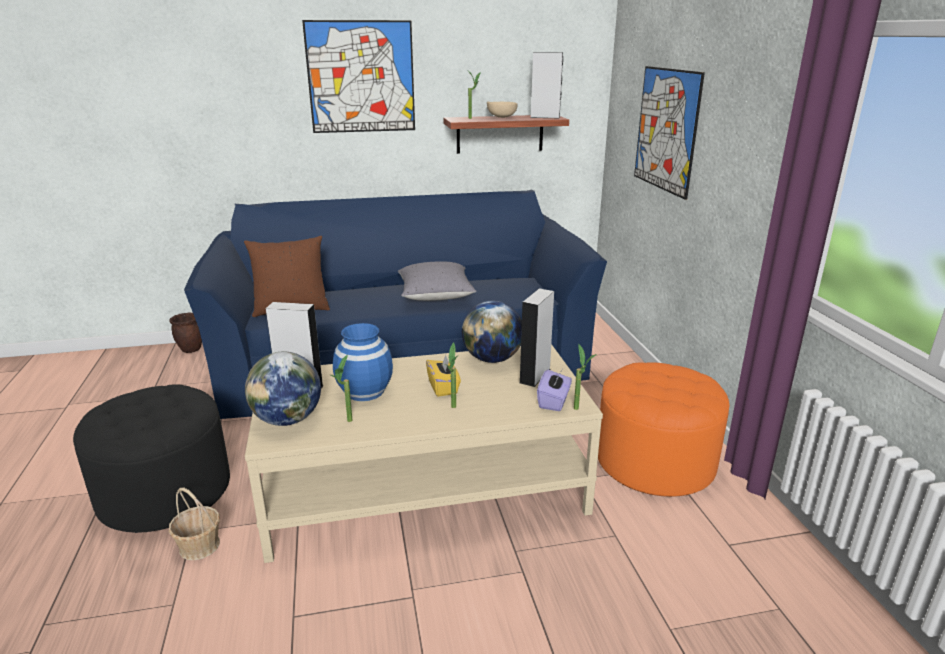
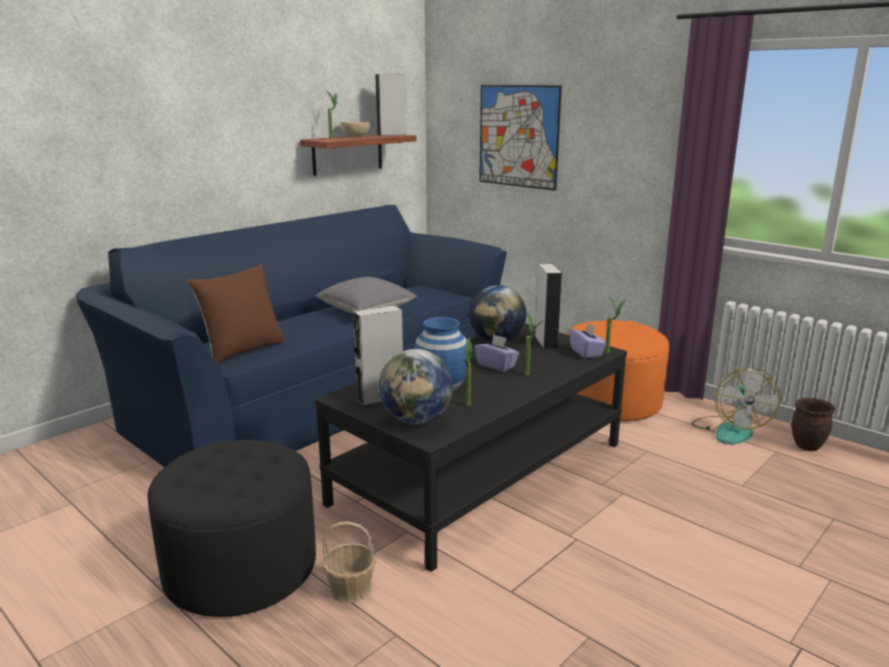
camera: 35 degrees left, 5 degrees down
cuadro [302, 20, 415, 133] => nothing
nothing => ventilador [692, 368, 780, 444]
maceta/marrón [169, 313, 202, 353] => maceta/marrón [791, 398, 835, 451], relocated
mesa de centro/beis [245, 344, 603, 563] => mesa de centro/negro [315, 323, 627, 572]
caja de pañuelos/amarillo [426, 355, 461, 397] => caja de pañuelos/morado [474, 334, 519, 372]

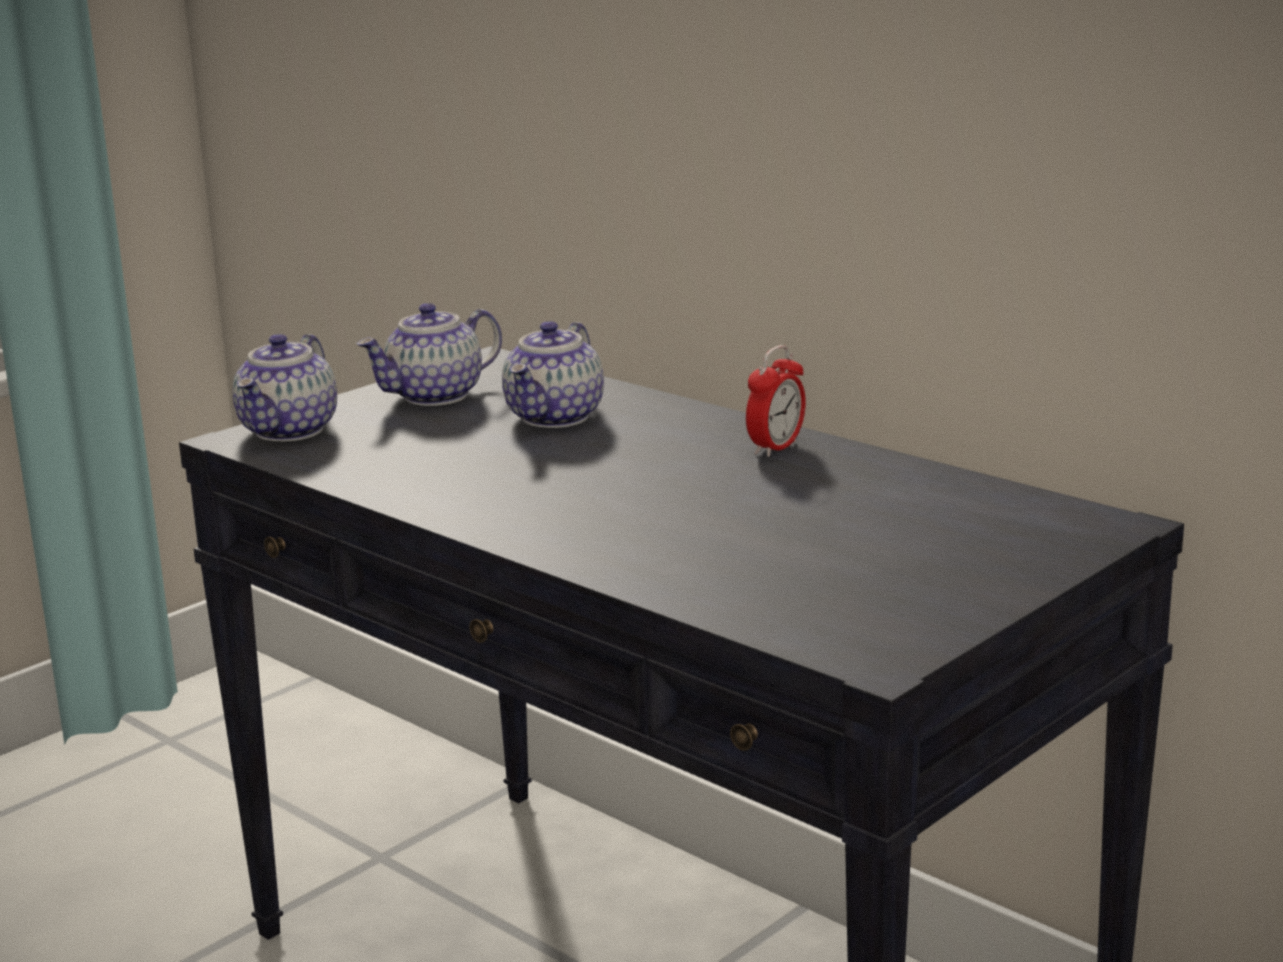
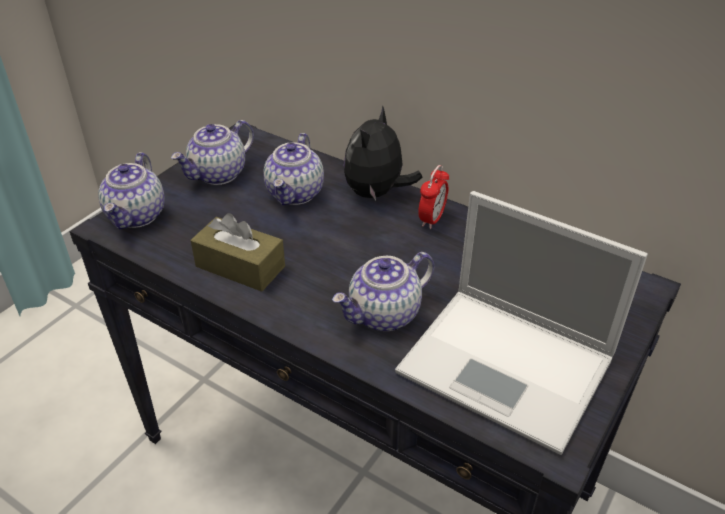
camera: 10 degrees left, 20 degrees up
nothing => caja de pañuelos/marrón [191, 213, 285, 292]
nothing => tetera [332, 252, 434, 331]
nothing => peluche [344, 105, 423, 200]
nothing => portátil [395, 191, 648, 455]

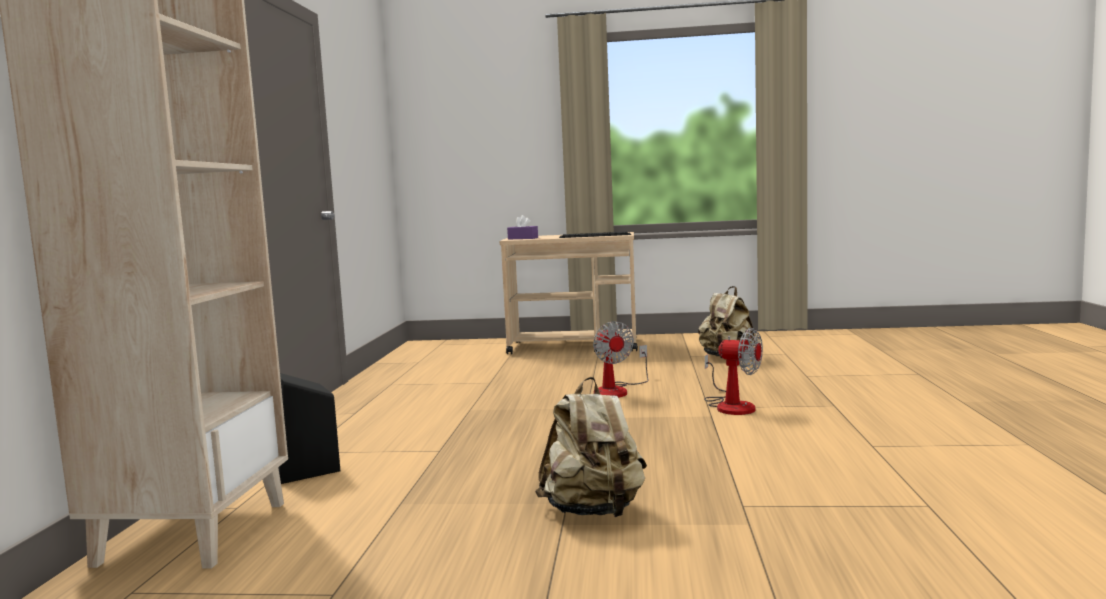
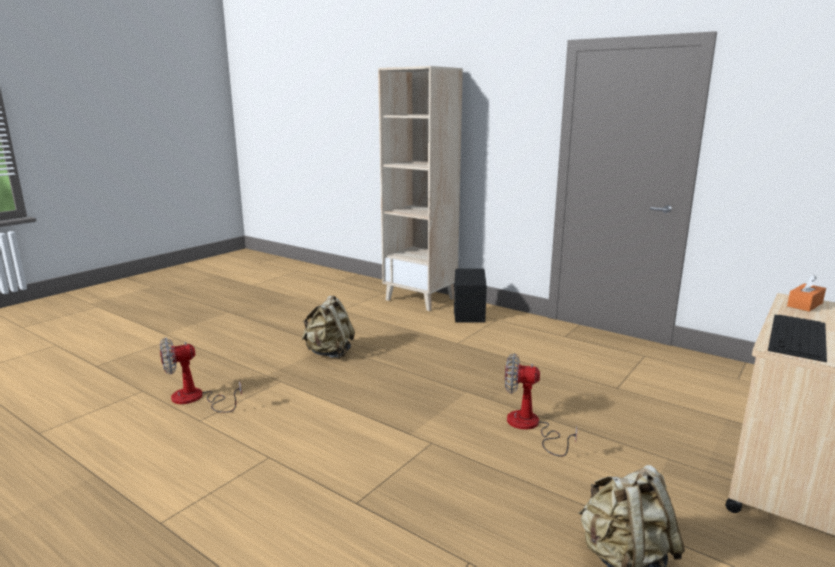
camera: 120 degrees right, 10 degrees up
ventilador [704, 328, 763, 415] => ventilador [160, 337, 242, 413], relocated
caja de pañuelos/morado [507, 215, 538, 240] => caja de pañuelos/naranja [787, 274, 826, 312]

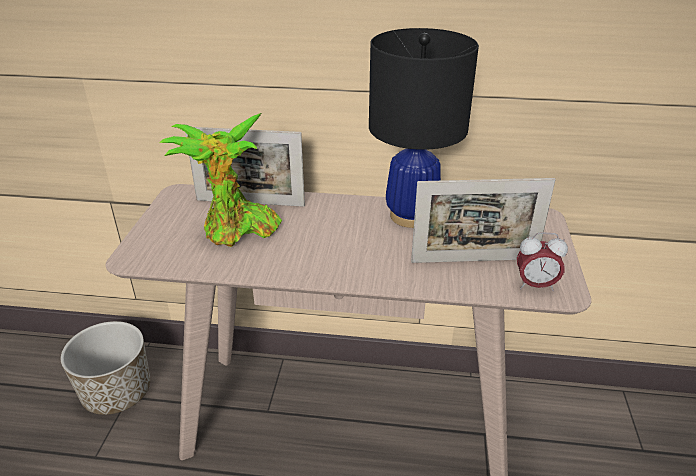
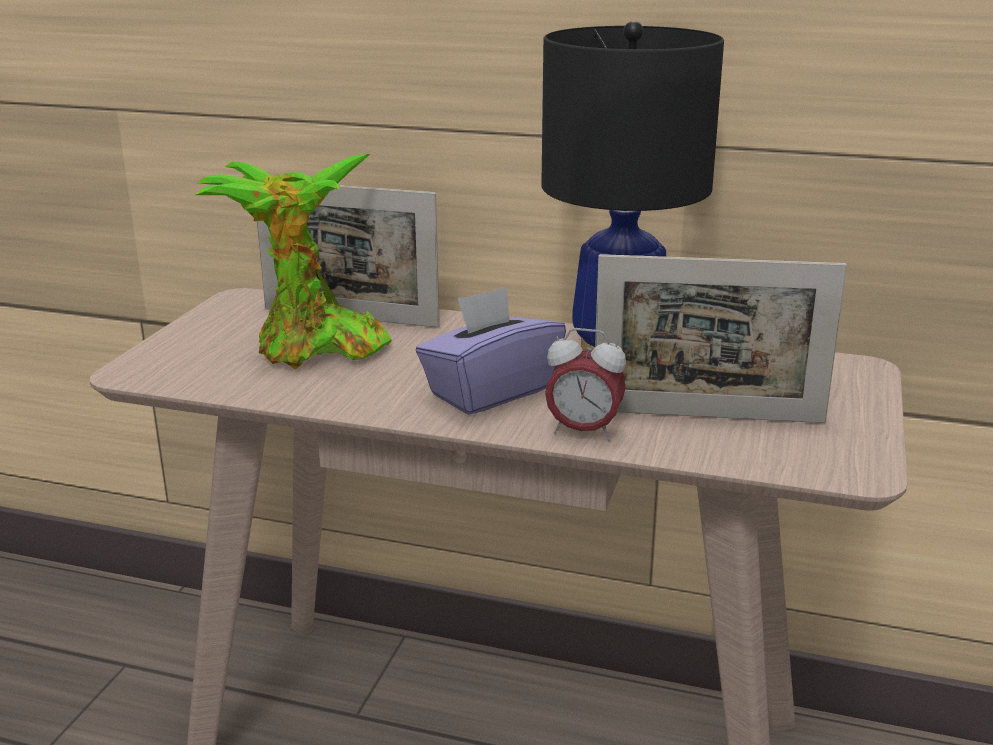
camera: 10 degrees right, 10 degrees down
maceta [61, 321, 150, 415] => nothing
nothing => caja de pañuelos/morado [416, 286, 566, 415]
despertador [517, 232, 568, 291] => despertador [545, 328, 626, 441], relocated

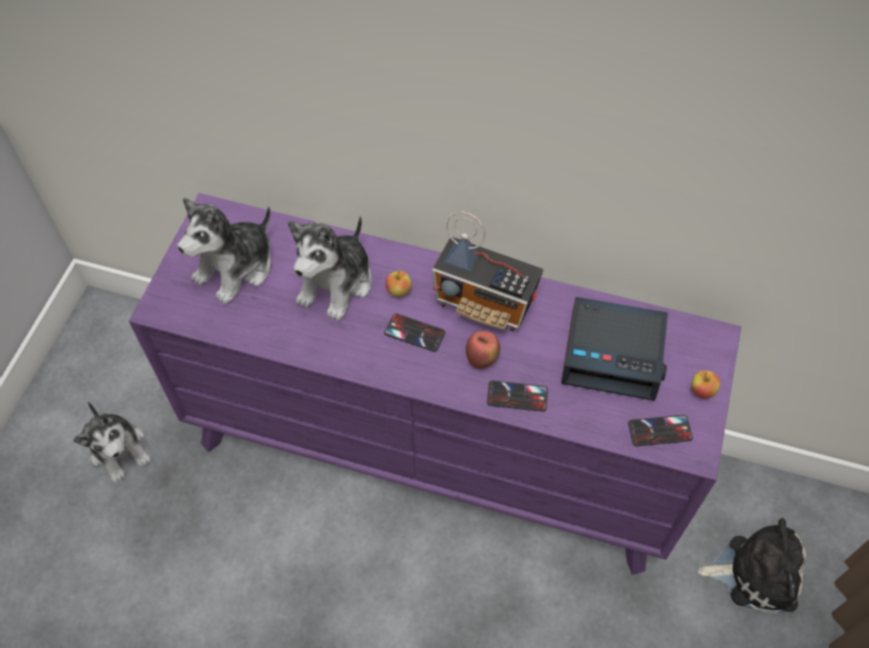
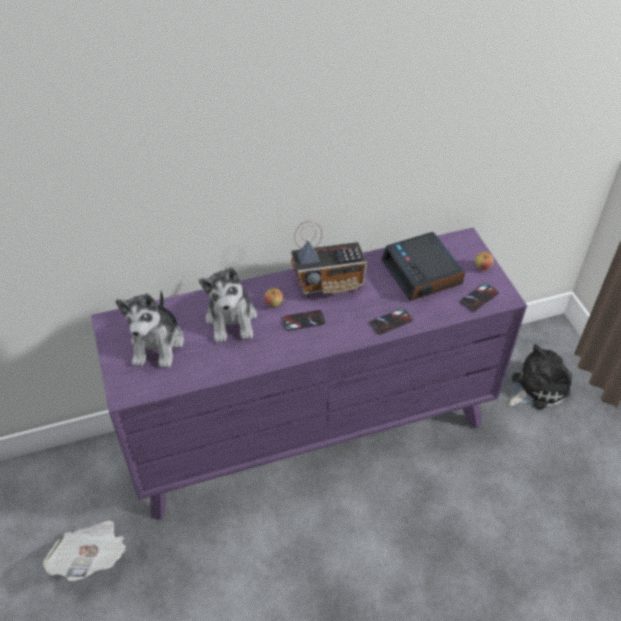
camera: 35 degrees left, 10 degrees down
manzana [466, 331, 500, 369] => nothing
peluche [73, 401, 151, 484] => periódico [43, 520, 127, 581]
despertador [561, 297, 668, 401] => despertador [381, 232, 465, 301], 90 degrees clockwise

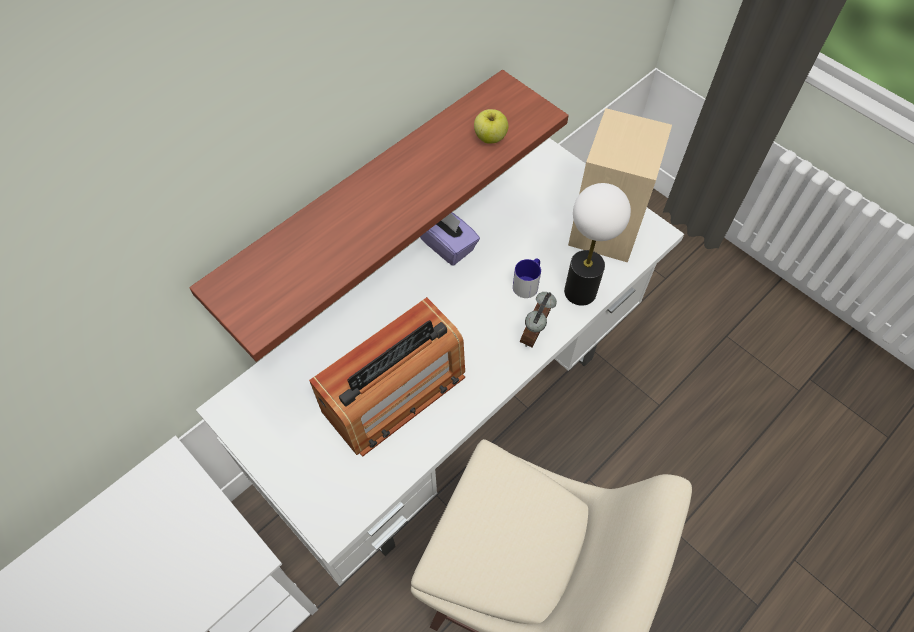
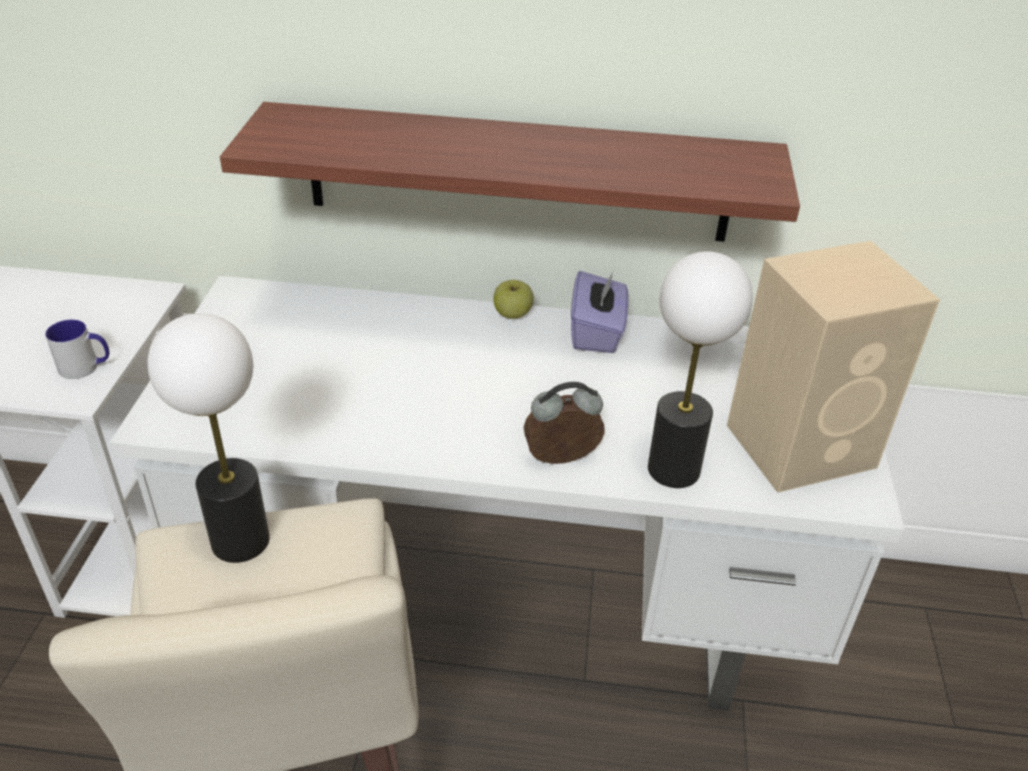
camera: 50 degrees right, 20 degrees down
radio [309, 297, 465, 457] => nothing
nothing => lámpara de mesa [148, 313, 270, 563]
manzana [474, 109, 508, 143] => manzana [493, 280, 534, 319], relocated
taza grande [513, 258, 541, 298] => taza grande [45, 320, 109, 379], relocated

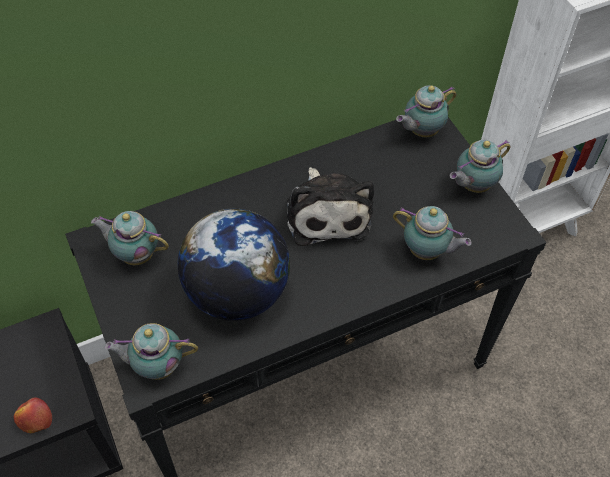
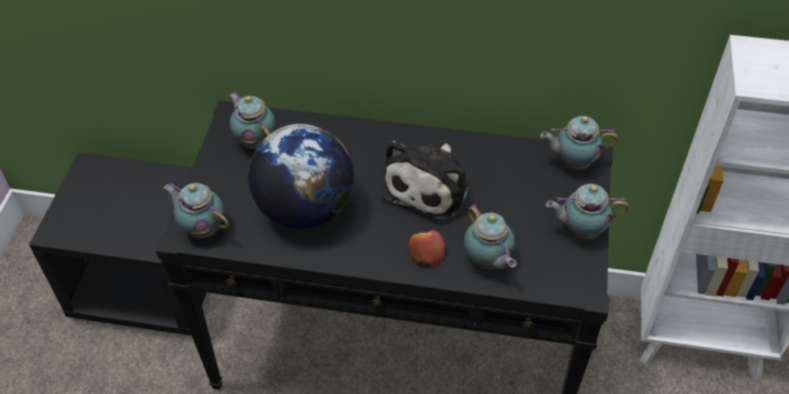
camera: 35 degrees right, 5 degrees down
manzana [14, 398, 52, 433] => manzana [408, 230, 445, 266], relocated

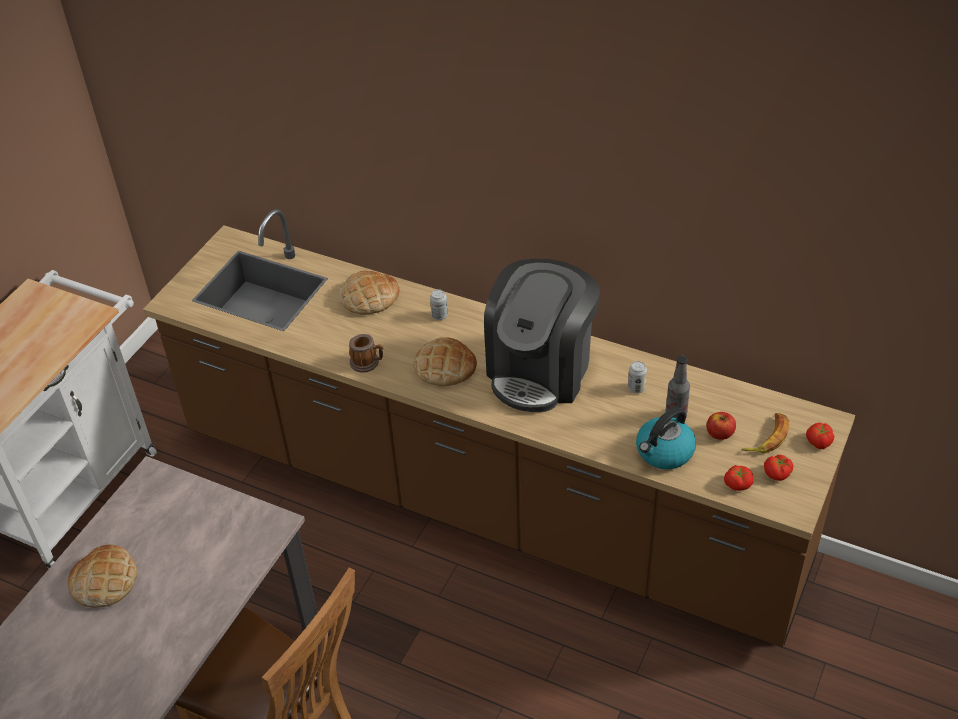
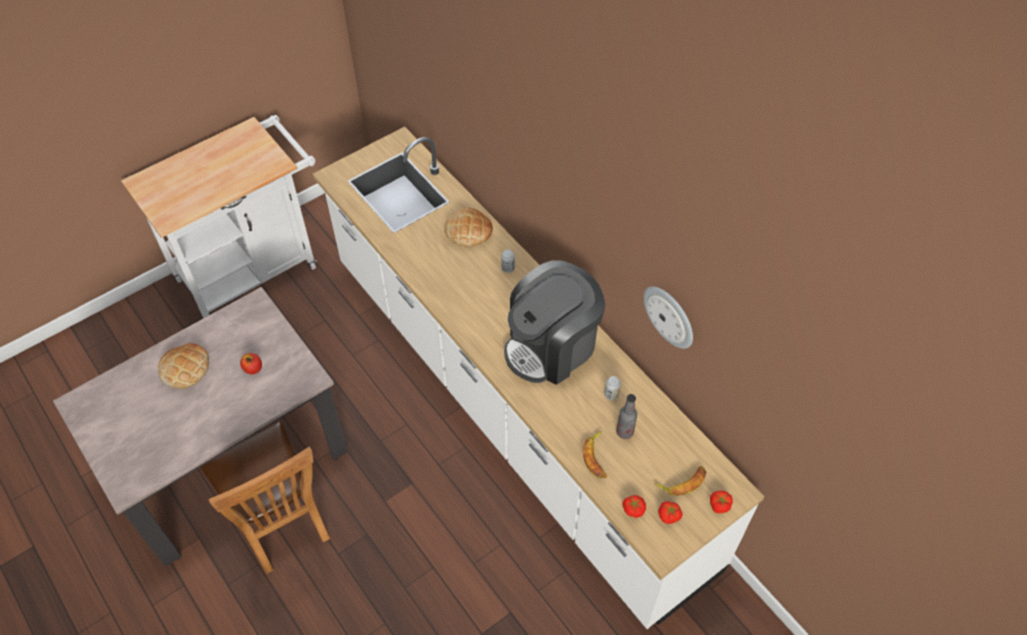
camera: 25 degrees right, 10 degrees up
taza grande [349, 334, 384, 373] => nothing
pan [413, 337, 477, 386] => nothing
nothing => reloj de pared [643, 286, 693, 349]
manzana [707, 412, 736, 440] => manzana [240, 353, 262, 374], relocated
hervidor [636, 407, 696, 469] => plátano [583, 430, 607, 478]
mueble bajo de cocina/marrón [143, 209, 855, 647] => mueble bajo de cocina/blanco [313, 126, 765, 629]

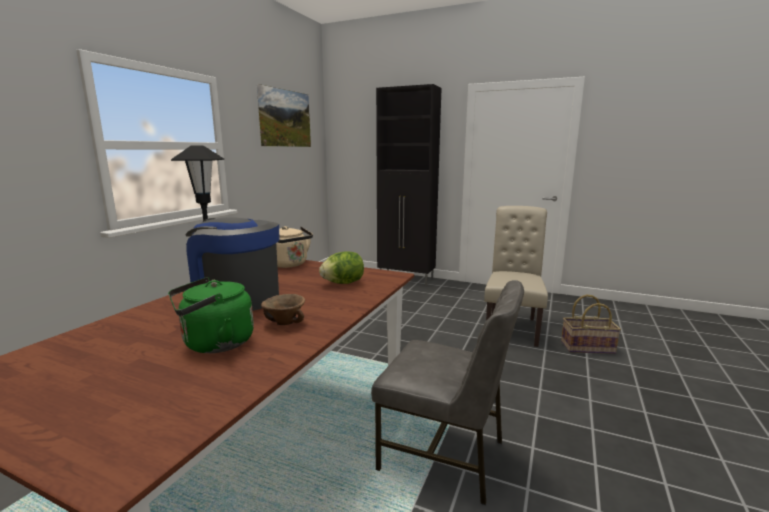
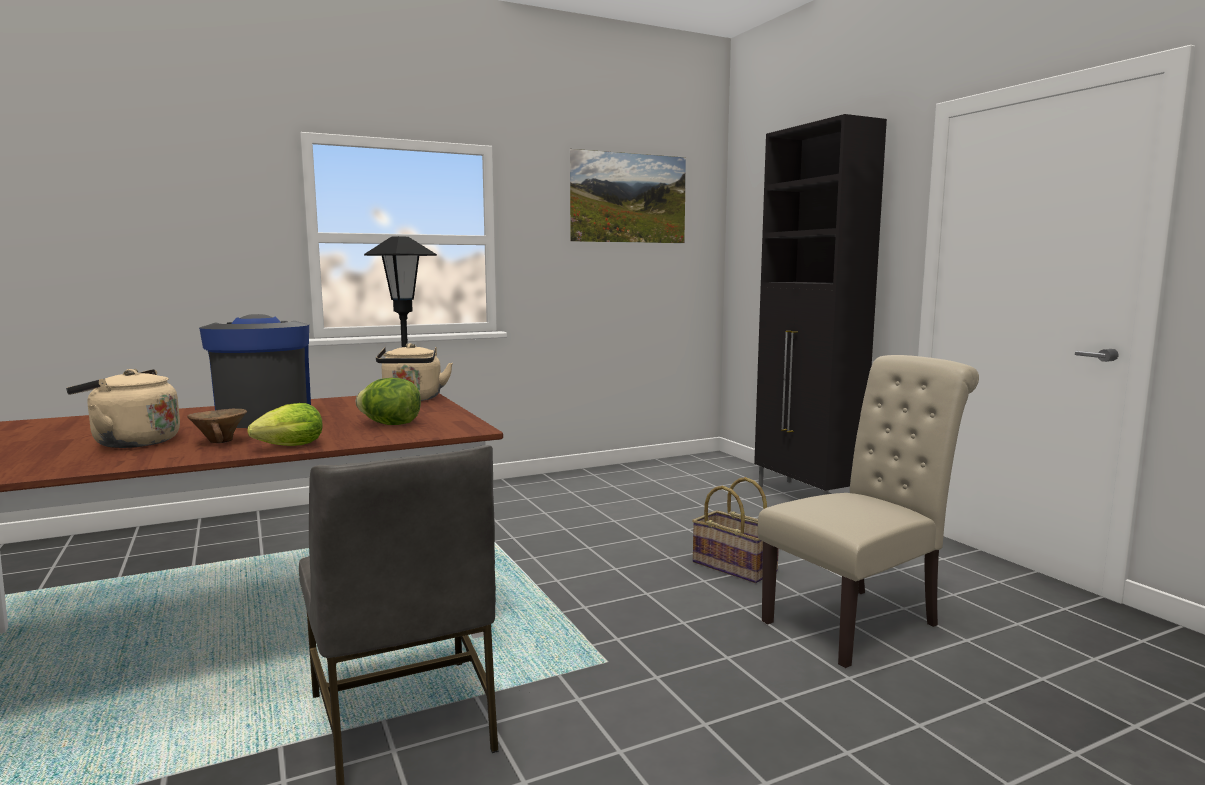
camera: 40 degrees right, 5 degrees down
nothing => lechuga [247, 403, 322, 446]
cesta [561, 295, 621, 354] => cesta [692, 477, 779, 583], relocated
hervidor/verde [168, 277, 254, 353] => hervidor/beis [66, 369, 180, 448]

